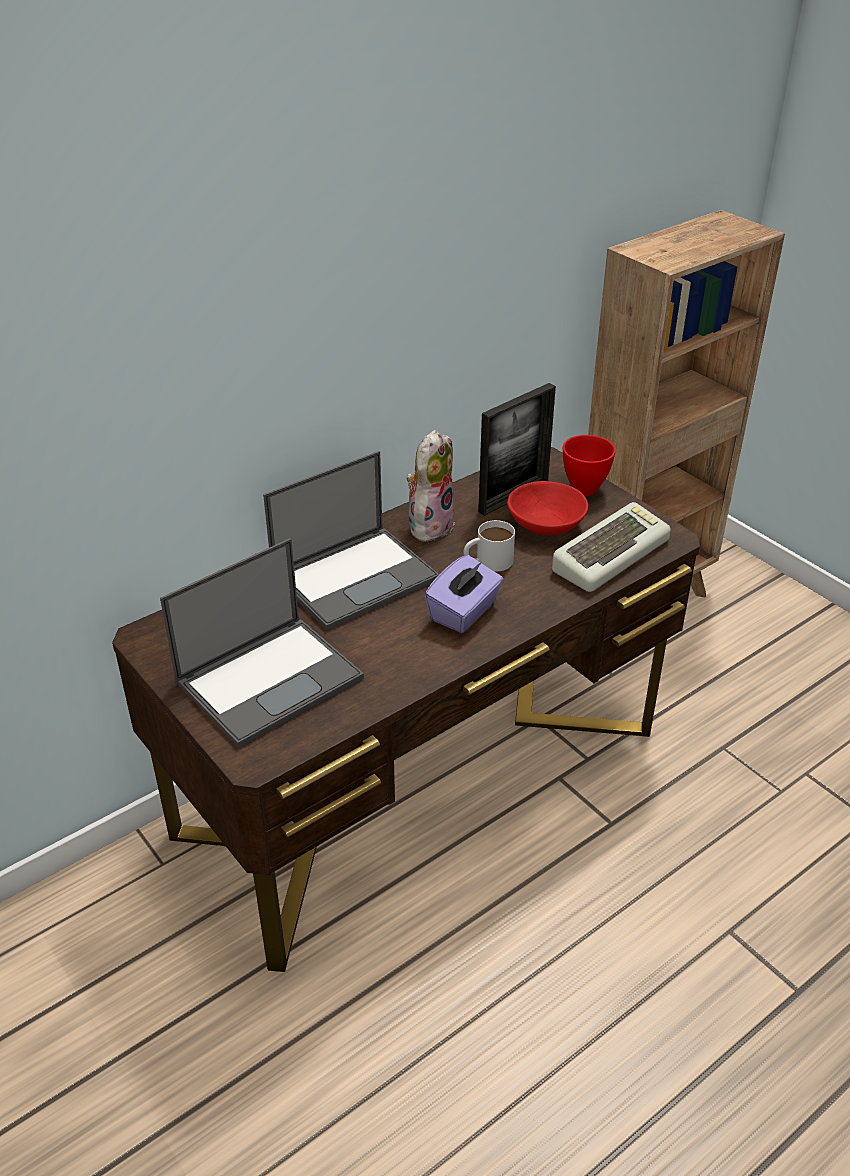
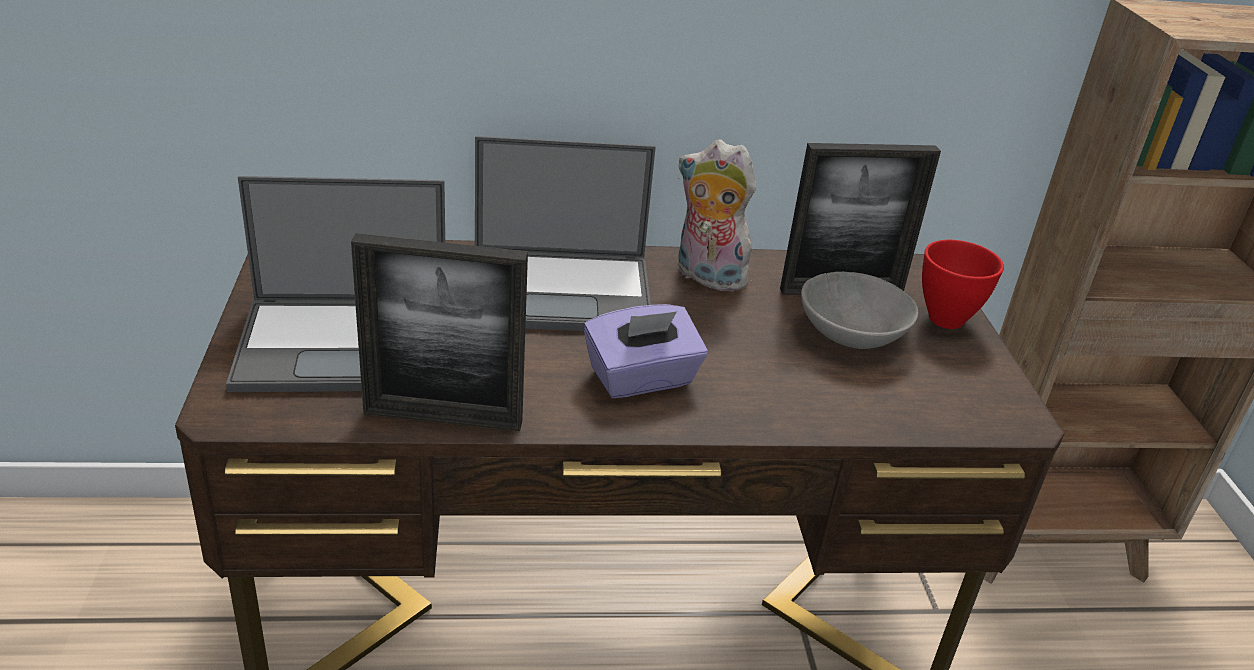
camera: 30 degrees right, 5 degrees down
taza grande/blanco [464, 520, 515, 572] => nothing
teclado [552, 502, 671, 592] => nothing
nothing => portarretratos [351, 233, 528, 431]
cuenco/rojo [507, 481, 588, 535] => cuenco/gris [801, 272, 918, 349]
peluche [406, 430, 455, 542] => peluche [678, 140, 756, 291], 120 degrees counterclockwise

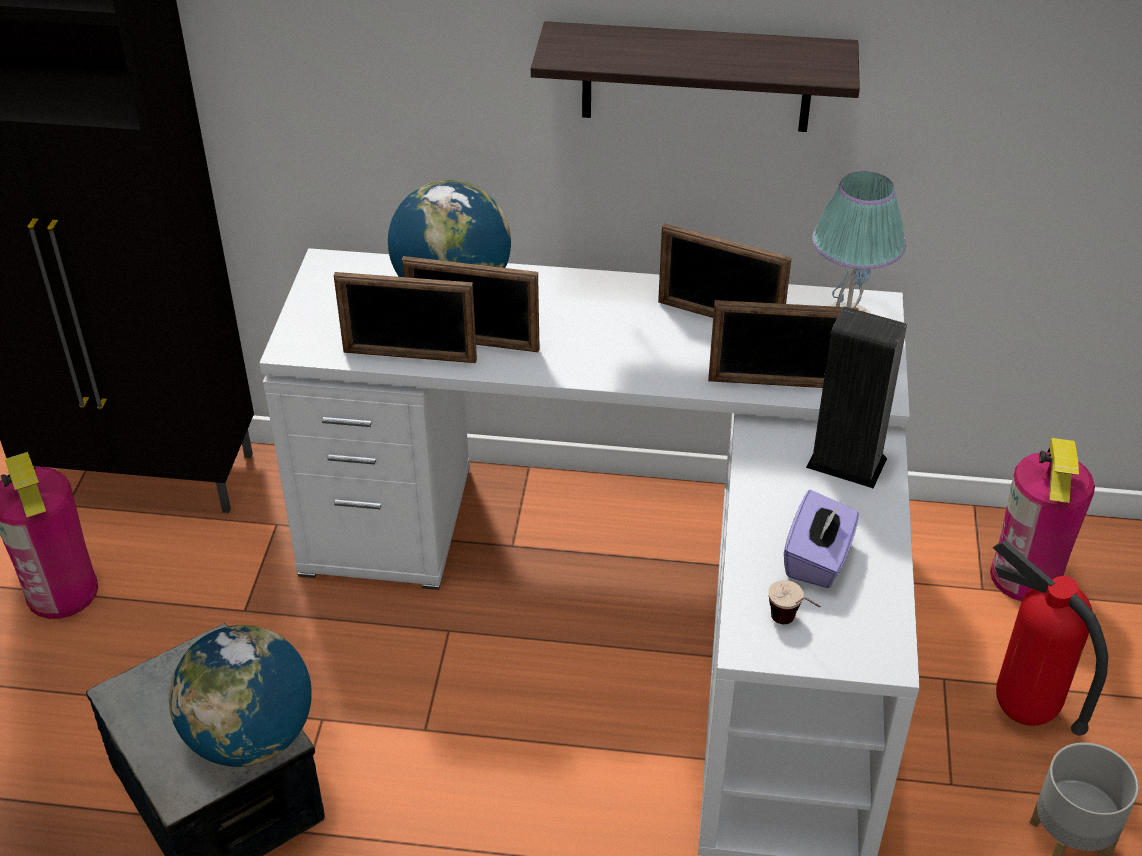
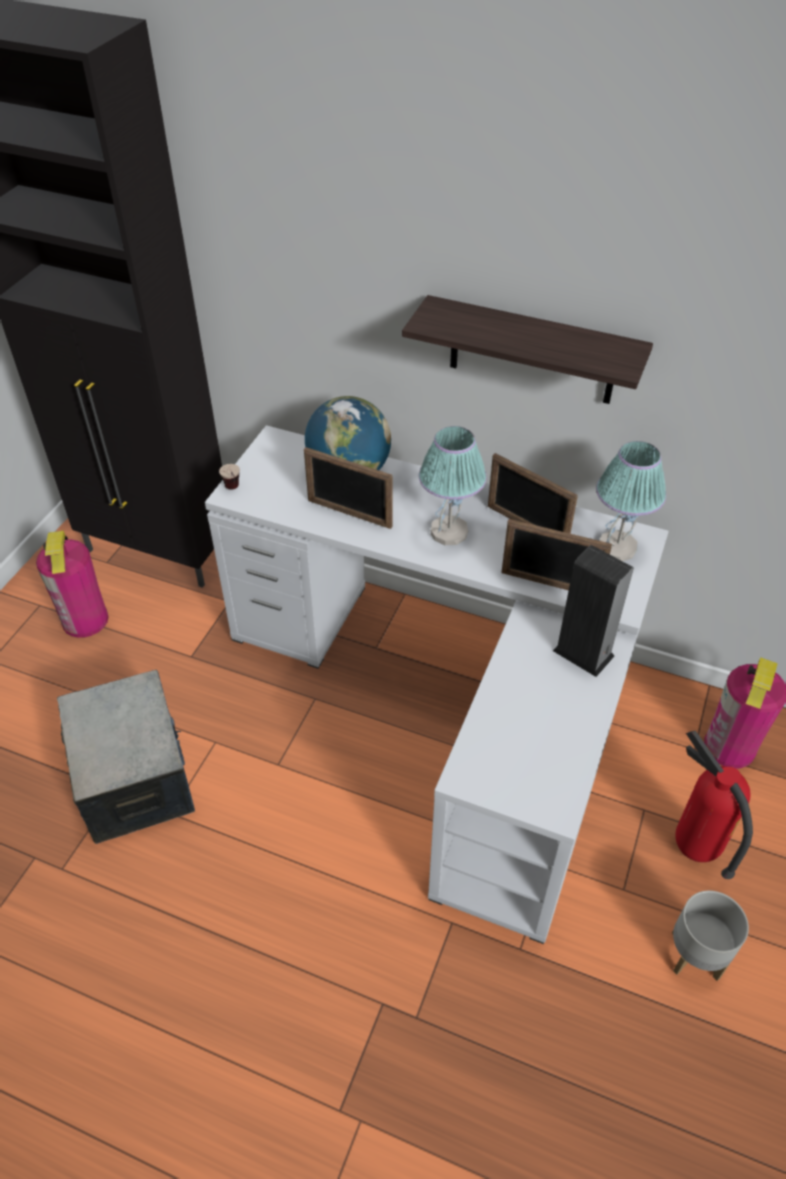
camera: 15 degrees right, 5 degrees up
globo terráqueo [169, 625, 312, 767] => nothing
portarretratos [334, 272, 477, 363] => nothing
caja de pañuelos/morado [784, 490, 859, 588] => nothing
nothing => lámpara de mesa [419, 426, 487, 545]
taza [768, 580, 821, 624] => taza [219, 464, 240, 490], relocated

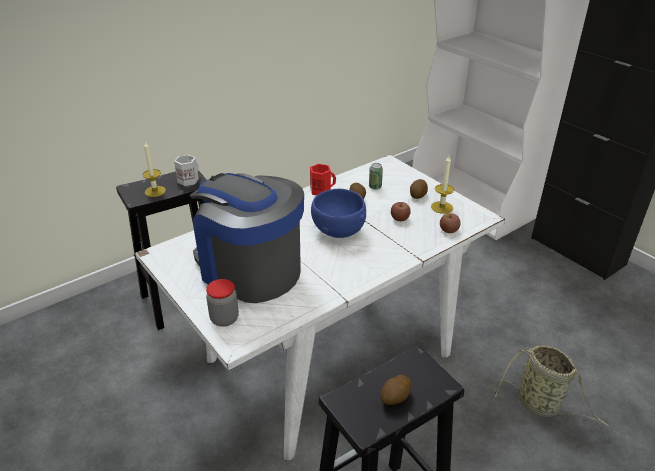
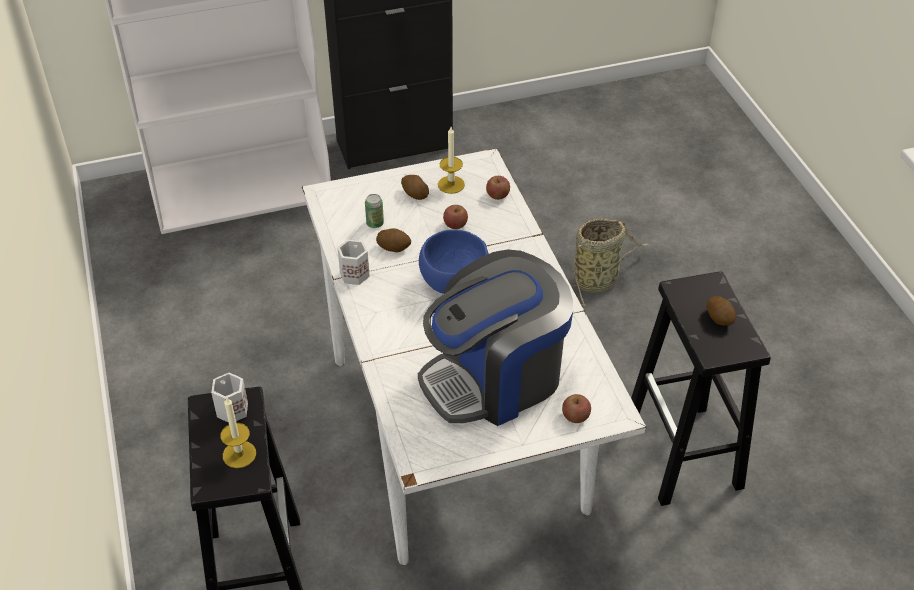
camera: 70 degrees left, 10 degrees up
tarro [206, 279, 239, 327] => manzana [562, 394, 591, 423]
taza grande/rojo [310, 164, 336, 195] => taza grande/blanco [338, 240, 370, 285]

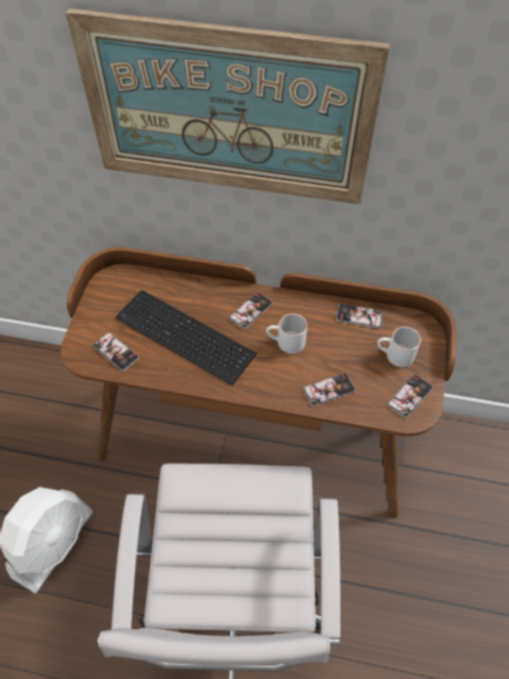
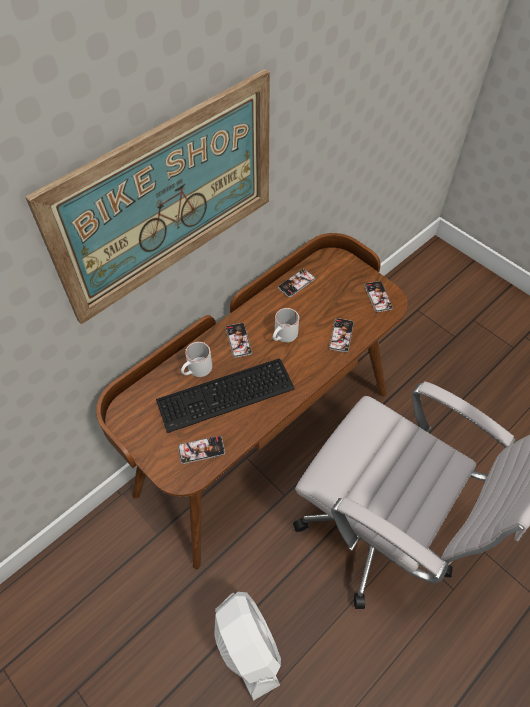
camera: 55 degrees left, 0 degrees up
taza grande/blanco [377, 327, 421, 367] => taza grande/blanco [181, 341, 212, 377], relocated

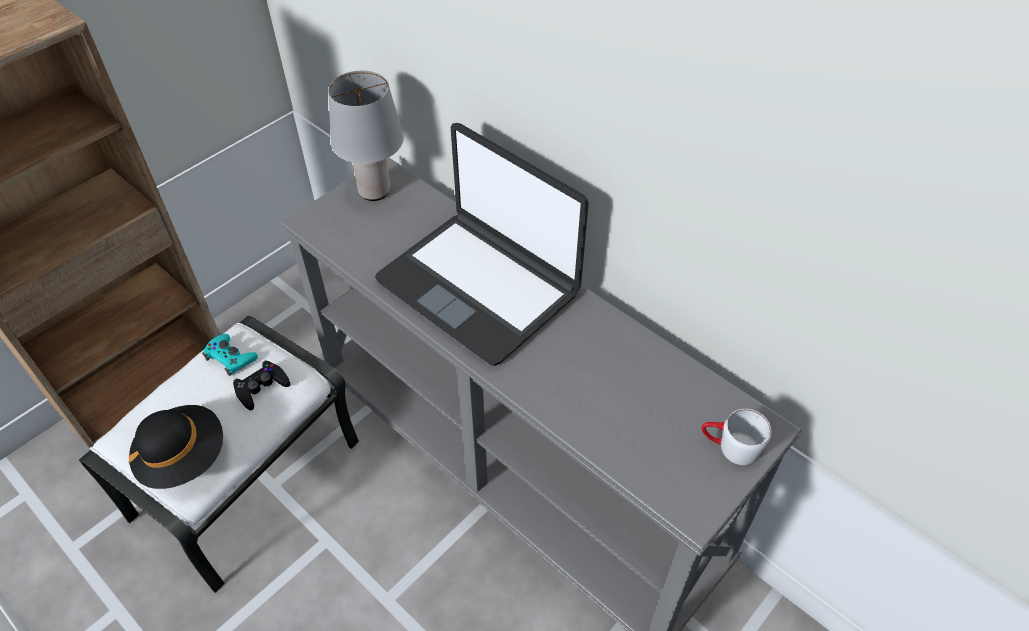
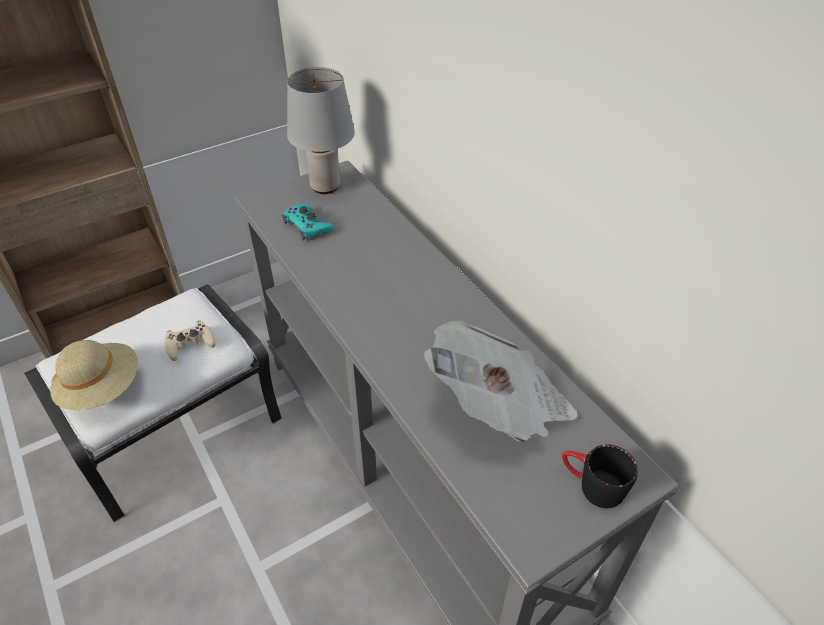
camera: 15 degrees right, 5 degrees down
portátil [375, 123, 589, 366] => nothing
nothing => periódico [423, 321, 577, 442]
mando de consola/turquesa [202, 334, 258, 376] => mando de consola/turquesa [282, 204, 334, 240], relocated
sombrero/negro [129, 405, 223, 489] => sombrero/beis [50, 340, 138, 410]
mando de consola/negro [233, 360, 290, 411] => mando de consola/beis [164, 321, 215, 361]
taza grande/blanco [701, 409, 771, 465] => taza grande/negro [562, 444, 638, 508]

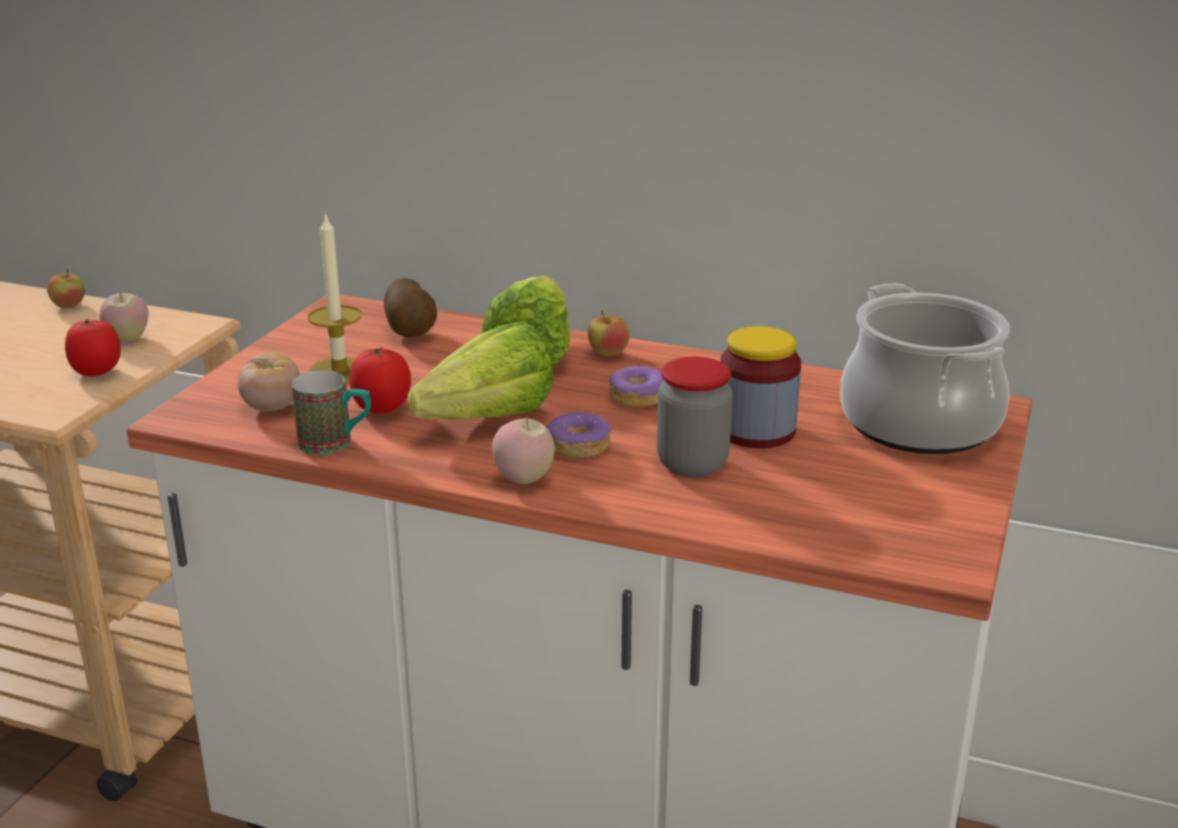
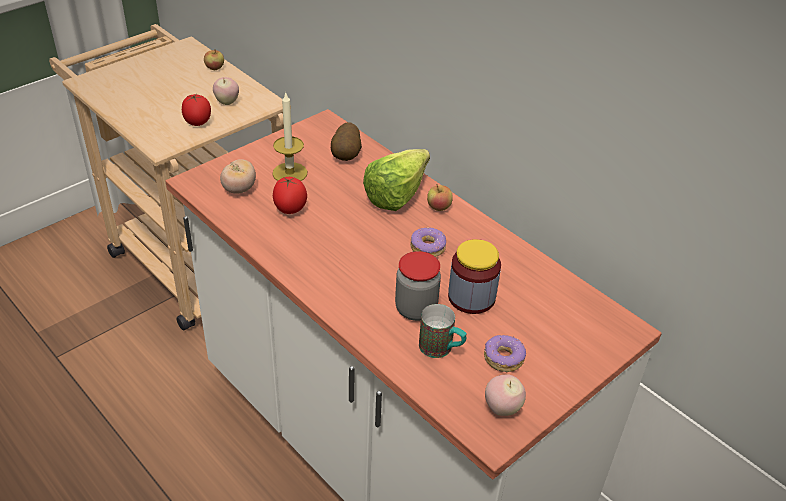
camera: 25 degrees right, 15 degrees up
lechuga [408, 322, 553, 420] => nothing
olla [840, 284, 1010, 454] => nothing
taza grande [291, 370, 371, 455] => taza grande [419, 304, 467, 358], relocated
manzana [492, 417, 555, 484] => manzana [485, 374, 526, 416], relocated
rosquilla [547, 410, 611, 458] => rosquilla [484, 335, 526, 372], relocated

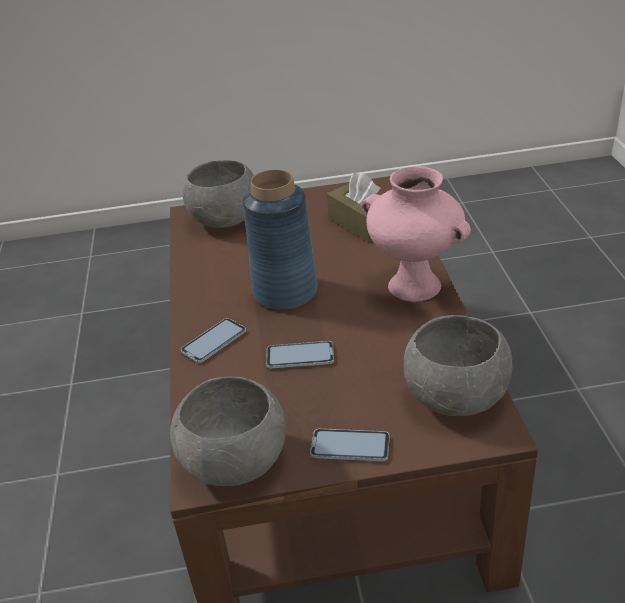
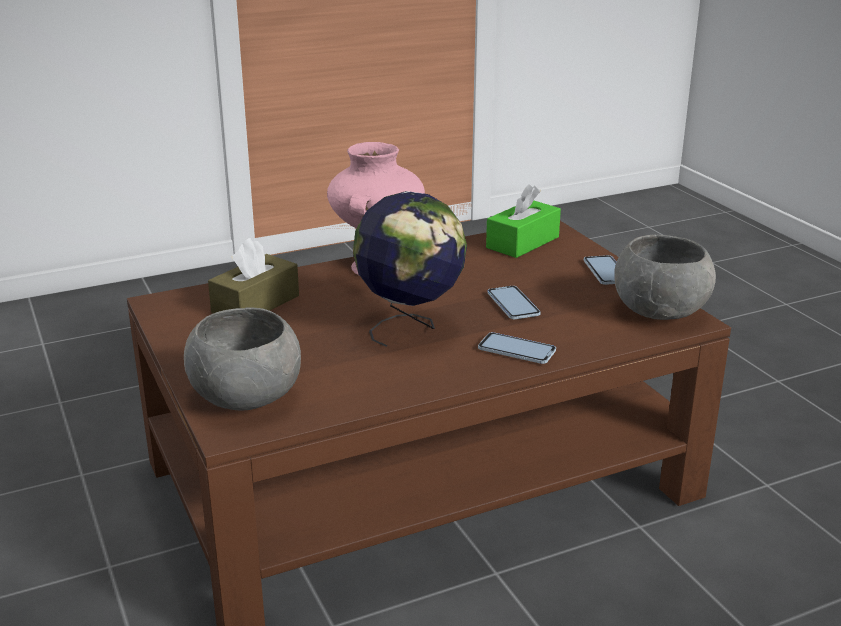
camera: 110 degrees left, 10 degrees down
florero/azul [243, 169, 318, 310] => globo terráqueo [353, 191, 467, 347]
cuenco/gris [404, 315, 513, 416] => caja de pañuelos/verde [486, 185, 561, 258]

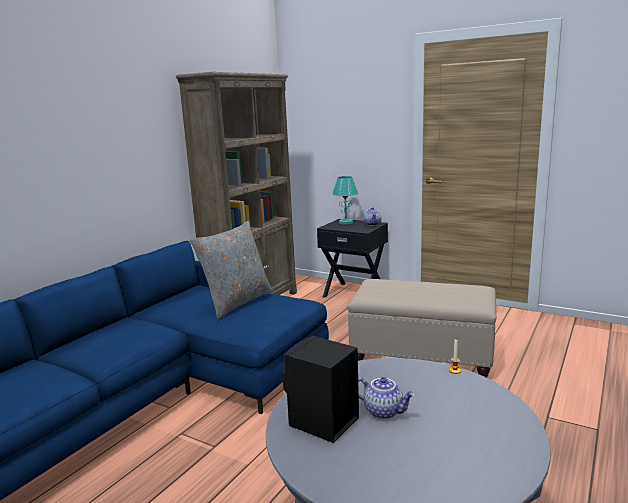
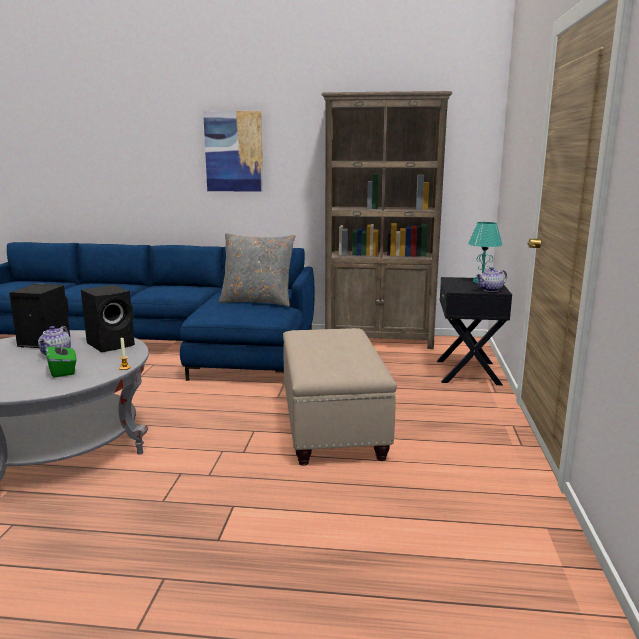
camera: 65 degrees right, 0 degrees up
nothing => caja de pañuelos/verde [46, 340, 77, 378]
nothing => altavoz/negro [81, 285, 135, 352]
nothing => cuadro [203, 111, 263, 192]

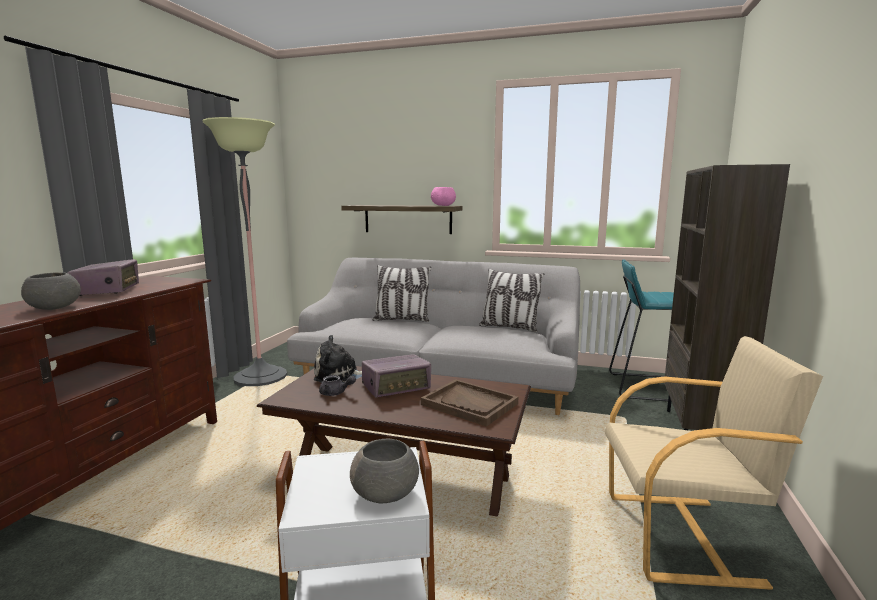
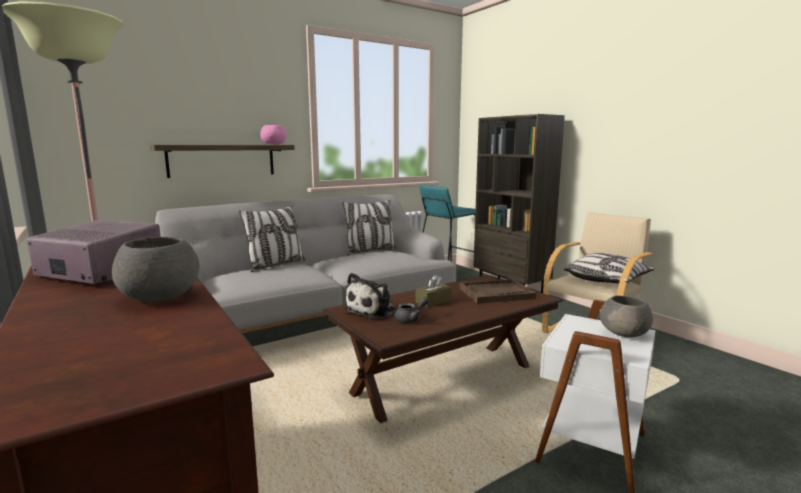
camera: 50 degrees left, 0 degrees up
nothing => cojín [563, 253, 655, 283]
radio [362, 354, 431, 398] => caja de pañuelos/marrón [416, 275, 452, 307]

